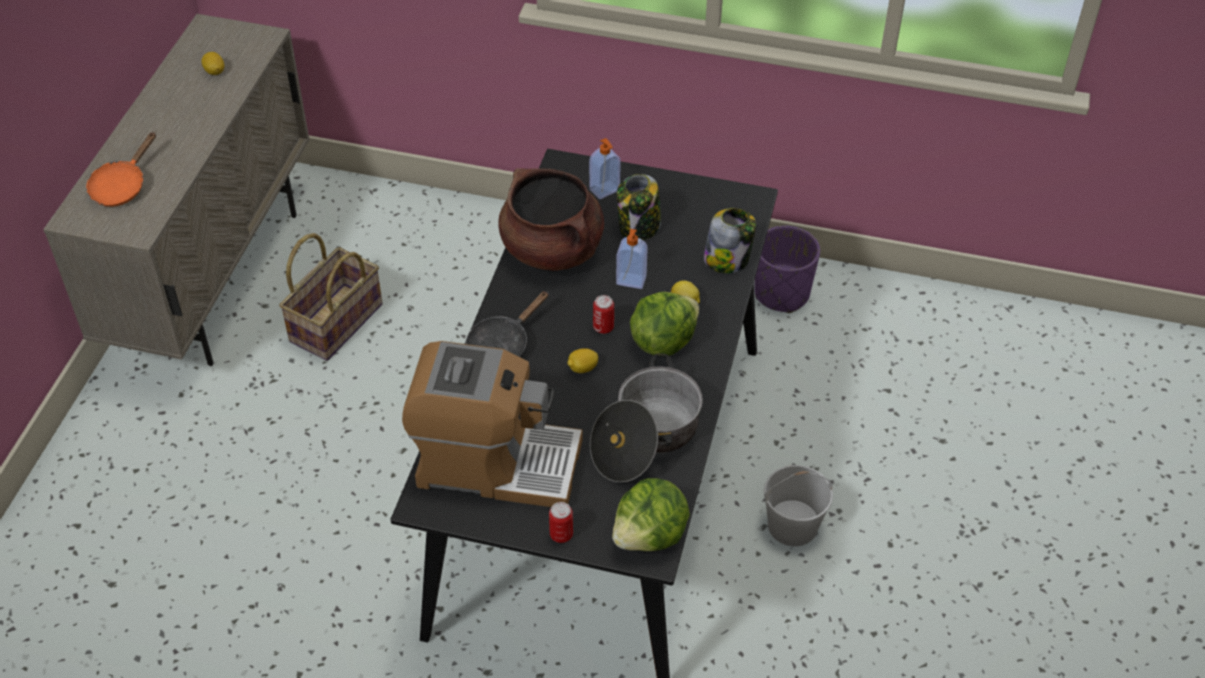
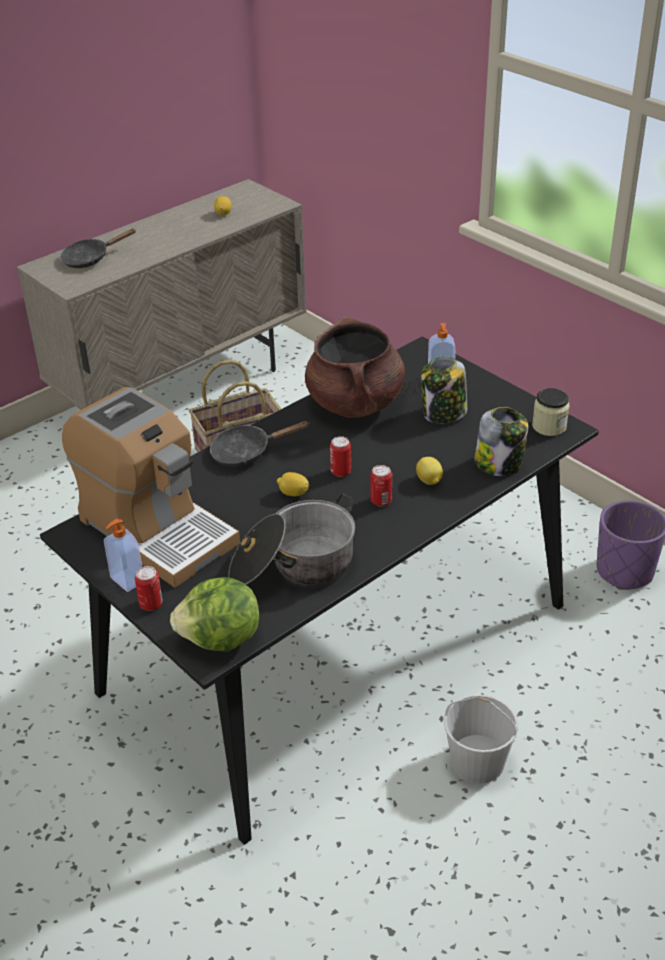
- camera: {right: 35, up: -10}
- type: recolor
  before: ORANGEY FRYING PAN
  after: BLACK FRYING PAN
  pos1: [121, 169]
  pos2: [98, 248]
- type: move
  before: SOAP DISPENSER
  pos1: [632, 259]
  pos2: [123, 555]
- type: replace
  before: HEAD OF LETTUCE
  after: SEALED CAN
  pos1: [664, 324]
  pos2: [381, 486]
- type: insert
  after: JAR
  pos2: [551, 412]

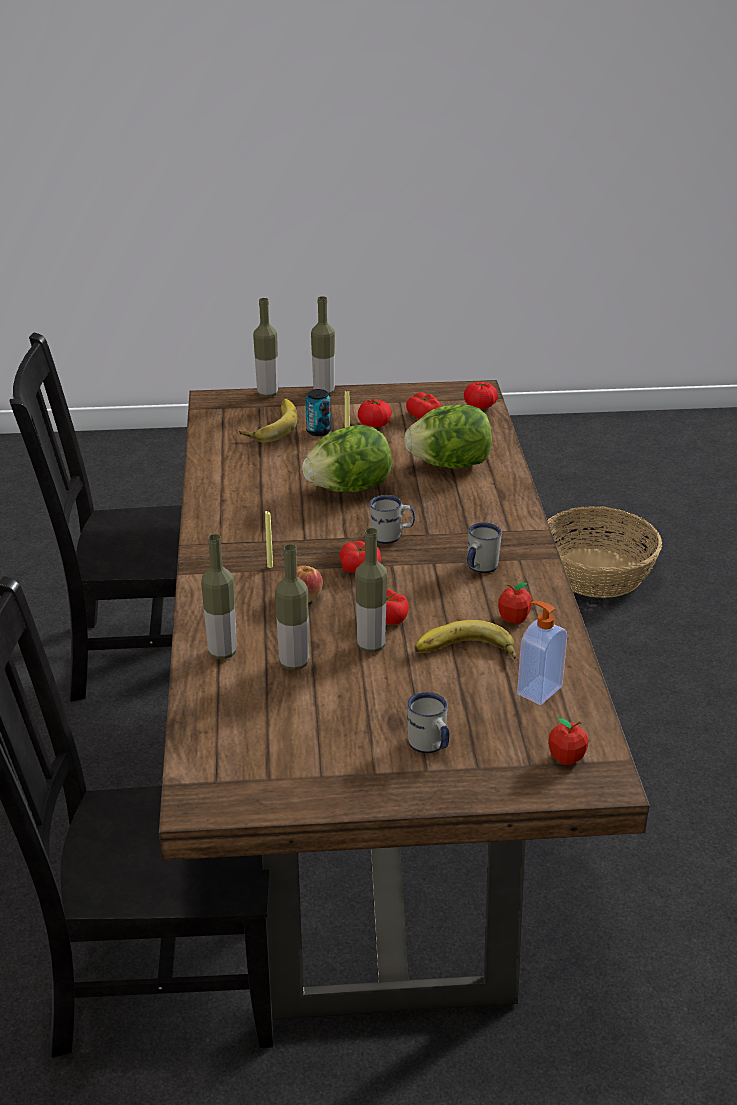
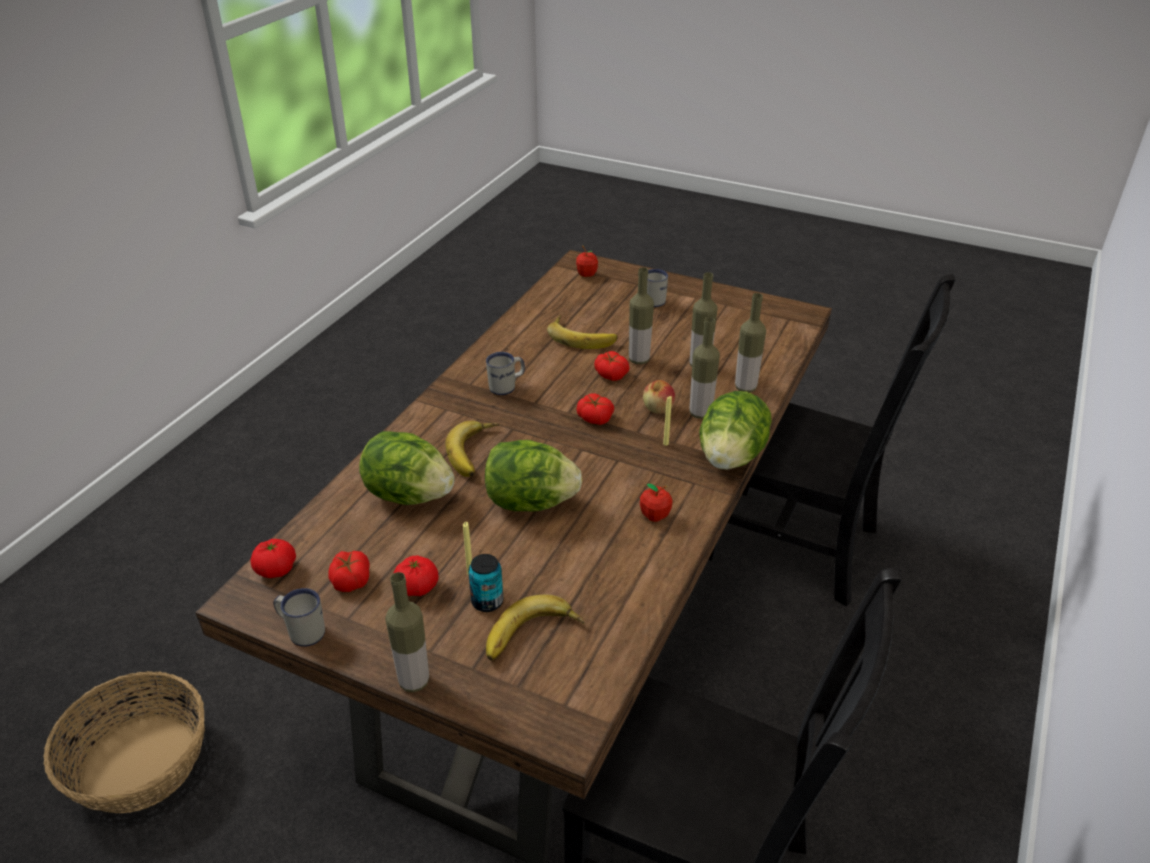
- camera: {right: -150, up: 5}
- type: move
  before: DRINK BOTTLE
  pos1: [265, 347]
  pos2: [704, 368]
- type: move
  before: WHITE MUG
  pos1: [392, 519]
  pos2: [299, 617]
- type: move
  before: APPLE
  pos1: [515, 603]
  pos2: [656, 502]
- type: delete
  before: SOAP DISPENSER
  pos1: [542, 653]
- type: insert
  after: HEAD OF LETTUCE
  pos2: [735, 430]
- type: insert
  after: WHOLE BANANA
  pos2: [472, 449]

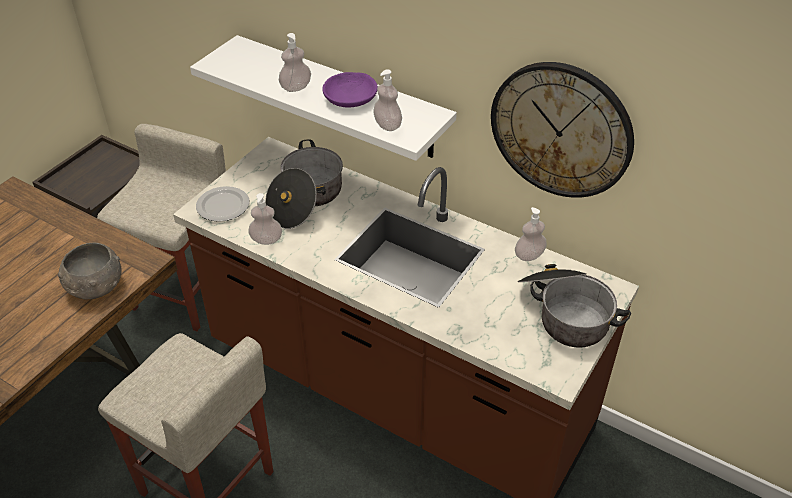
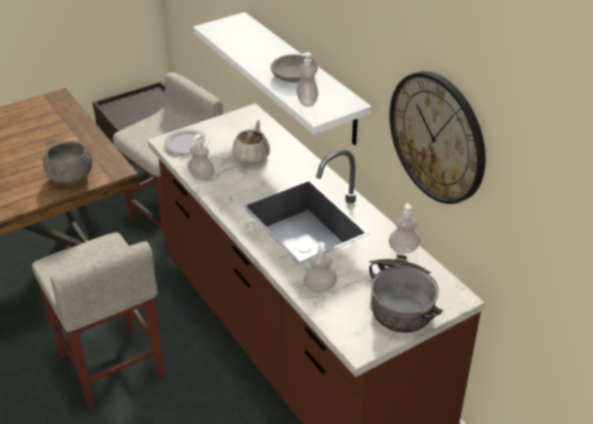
- camera: {right: 25, up: -5}
- type: move
  before: SOAP DISPENSER
  pos1: [295, 62]
  pos2: [320, 267]
- type: recolor
  before: PURPLE-COLOURED SERVING BOWL
  after: GREY SERVING BOWL
  pos1: [350, 89]
  pos2: [294, 68]
- type: replace
  before: COOKING POT
  after: BEIGE TEA POT
  pos1: [304, 184]
  pos2: [251, 142]

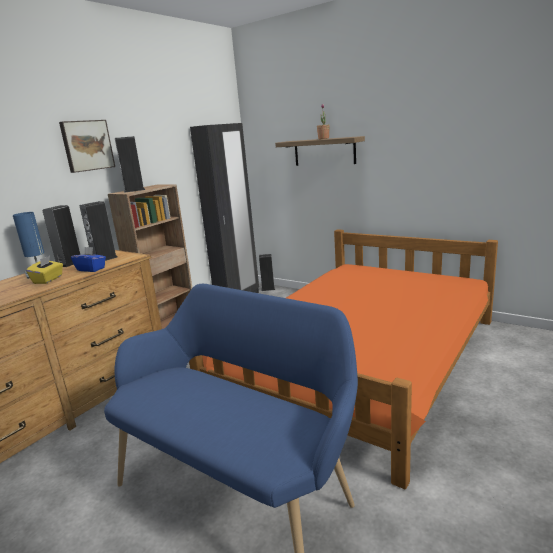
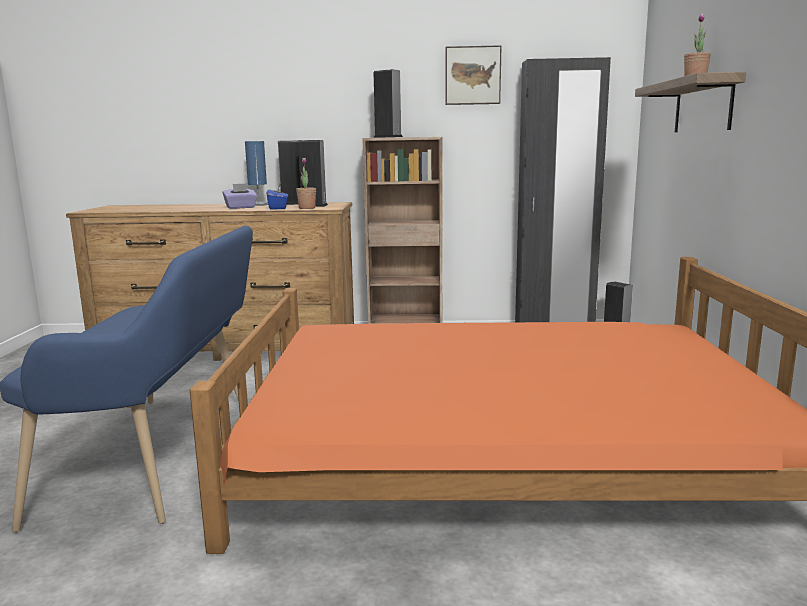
- camera: {right: 55, up: -5}
- type: move
  before: PICTURE
  pos1: [87, 146]
  pos2: [474, 75]
- type: recolor
  before: YELLOWISH TISSUE HOLDER
  after: PURPLE-COLOURED TISSUE HOLDER
  pos1: [44, 270]
  pos2: [240, 196]
- type: insert
  after: PLANT IN A POT
  pos2: [306, 183]

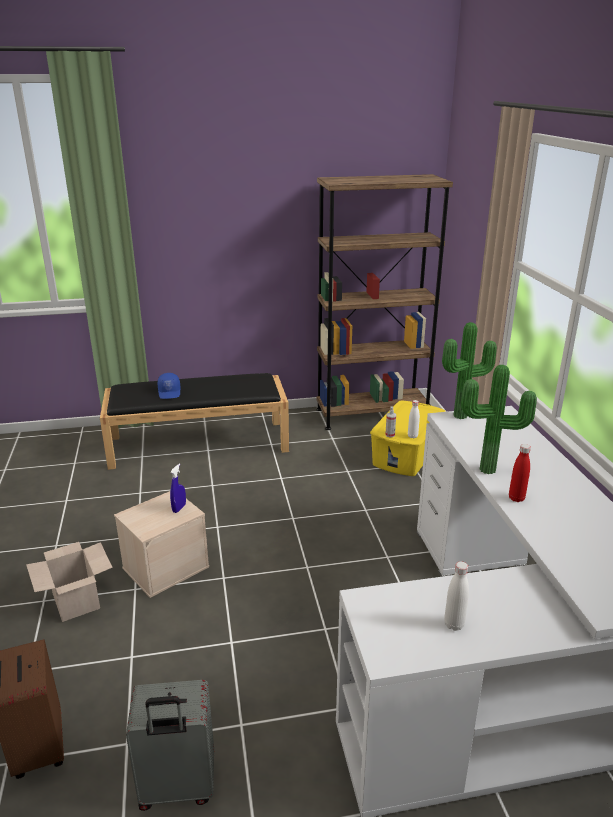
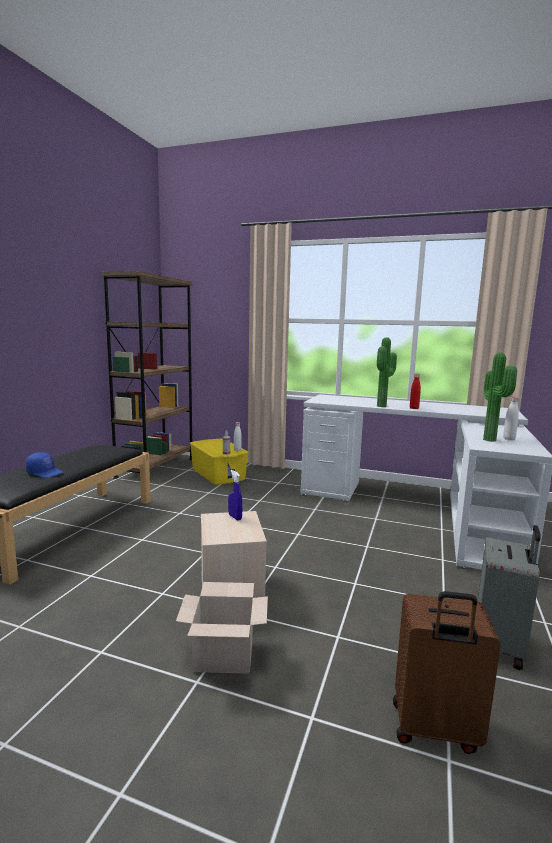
- camera: {right: -60, up: -15}
- type: move
  before: PLANT IN A POT
  pos1: [469, 370]
  pos2: [500, 397]

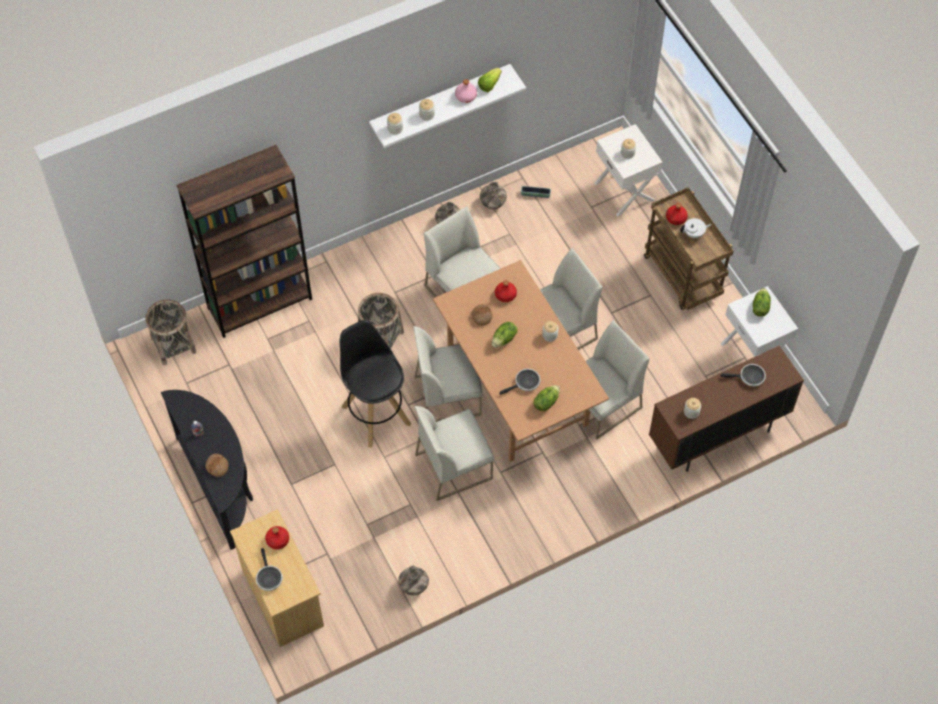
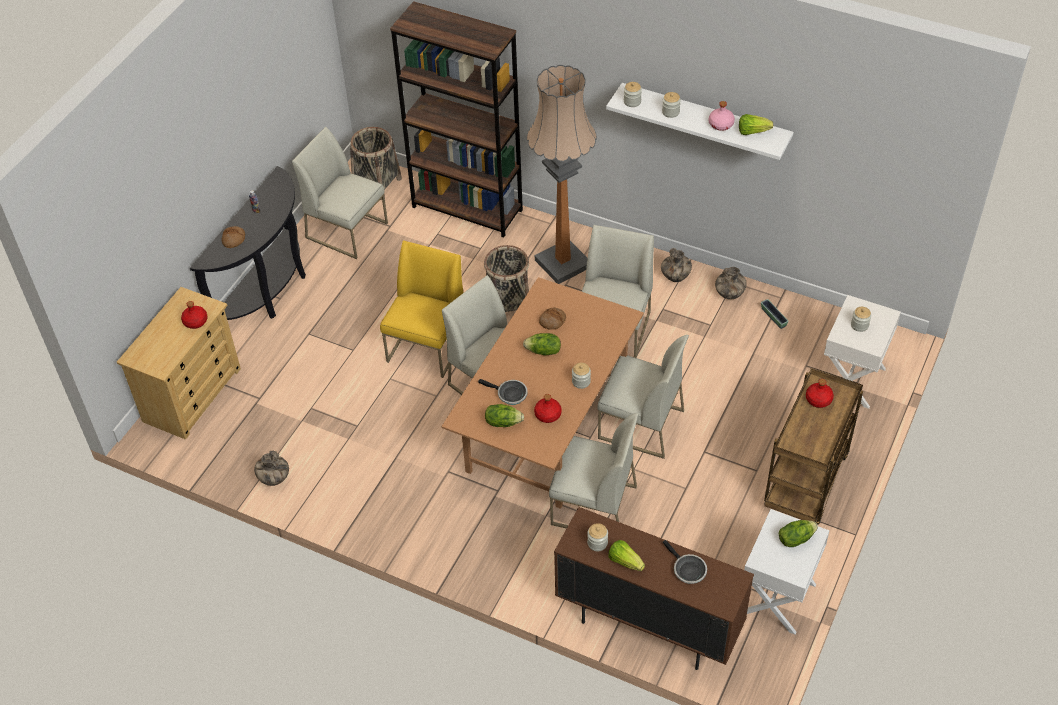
- camera: {right: 55, up: -10}
- type: delete
  before: WHITE TEA POT
  pos1: [696, 228]
- type: move
  before: REDDISH DRINK BOTTLE
  pos1: [506, 291]
  pos2: [548, 408]
- type: replace
  before: BLACK STOOL
  after: YELLOWISH UPRIGHT CHAIR
  pos1: [375, 384]
  pos2: [421, 309]
- type: move
  before: WHITE UPRIGHT CHAIR
  pos1: [454, 453]
  pos2: [340, 193]
- type: delete
  before: FRYING PAN
  pos1: [269, 569]
- type: insert
  after: STANDING LAMP
  pos2: [562, 174]
- type: insert
  after: HEAD OF LETTUCE
  pos2: [626, 555]

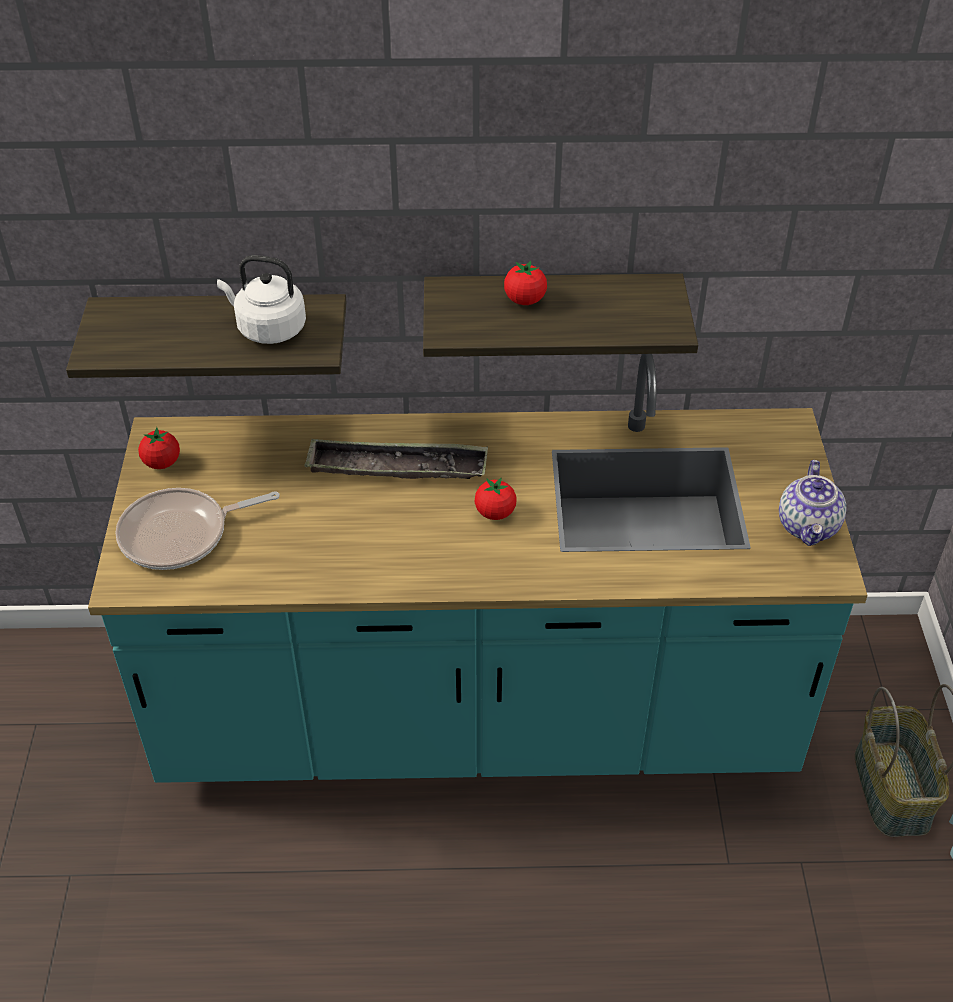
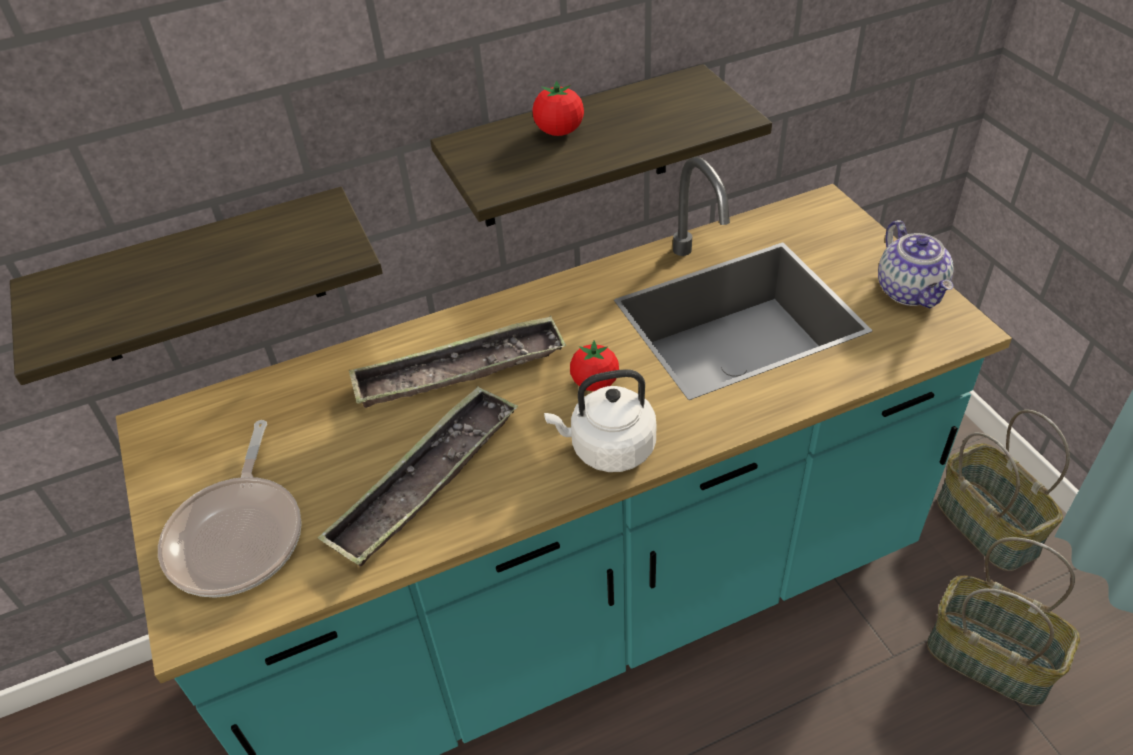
- camera: {right: -20, up: 0}
- type: move
  before: WHITE TEA KETTLE
  pos1: [261, 299]
  pos2: [600, 420]
- type: delete
  before: WHOLE TOMATO
  pos1: [159, 448]
- type: rotate
  before: FRYING PAN
  pos1: [197, 529]
  pos2: [230, 509]
  turn: -45
- type: insert
  after: CARRYING TRAY
  pos2: [417, 476]
- type: insert
  after: HOUSEHOLD BASKET
  pos2: [1003, 622]

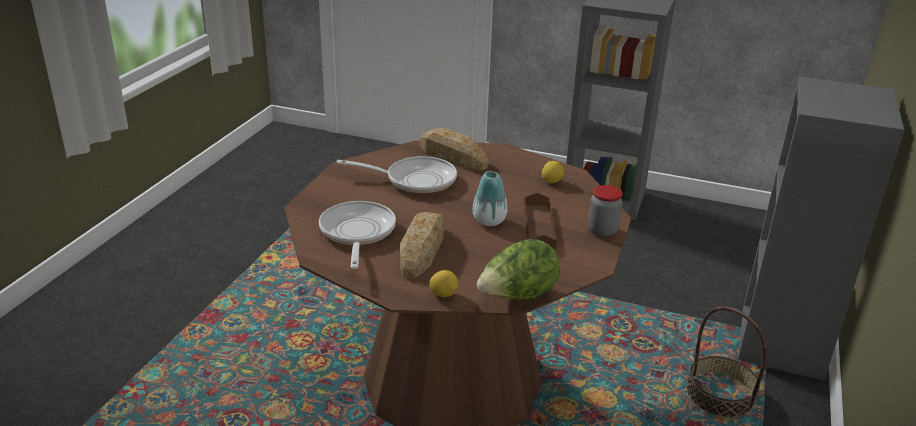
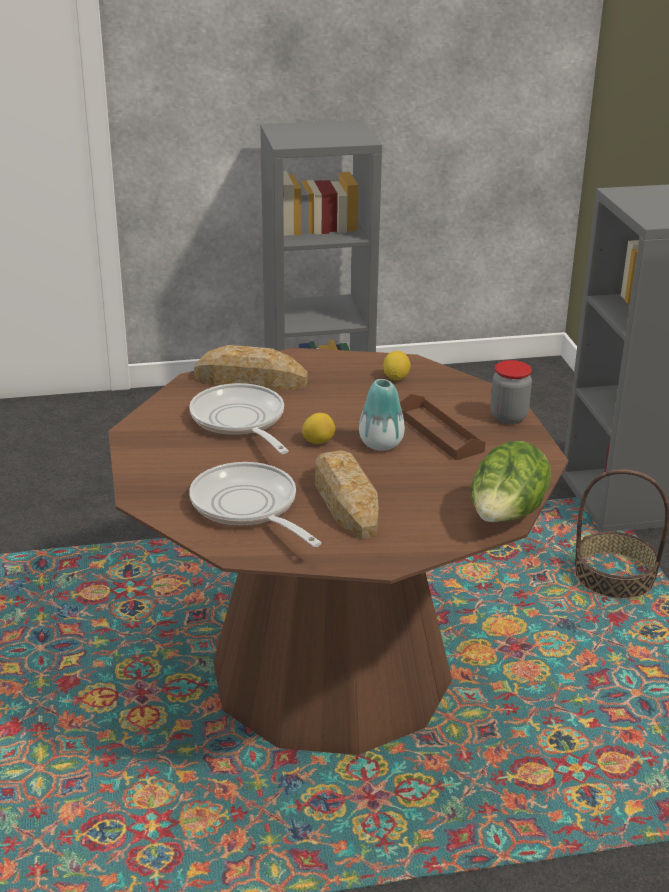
- camera: {right: -30, up: 0}
- type: rotate
  before: FRYING PAN
  pos1: [396, 175]
  pos2: [239, 418]
  turn: -90
- type: move
  before: LEMON
  pos1: [443, 283]
  pos2: [318, 428]

